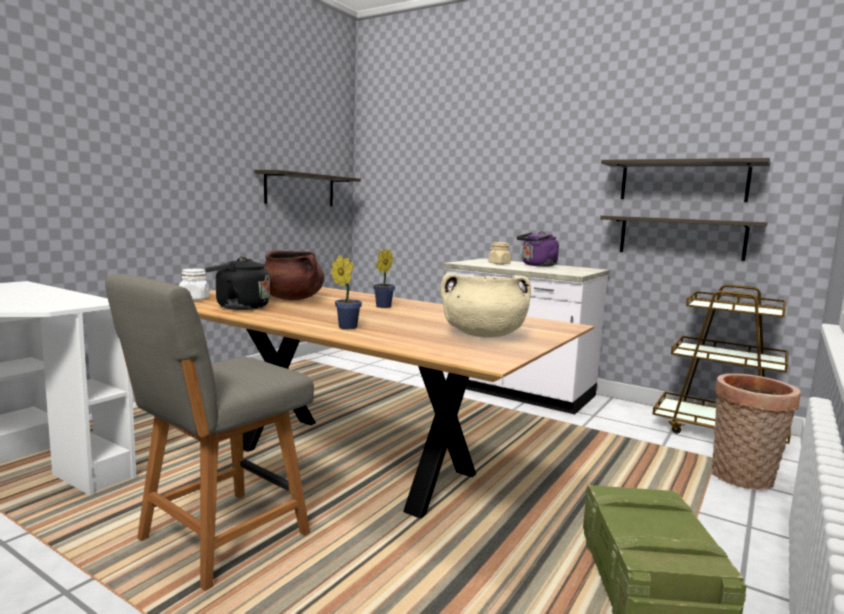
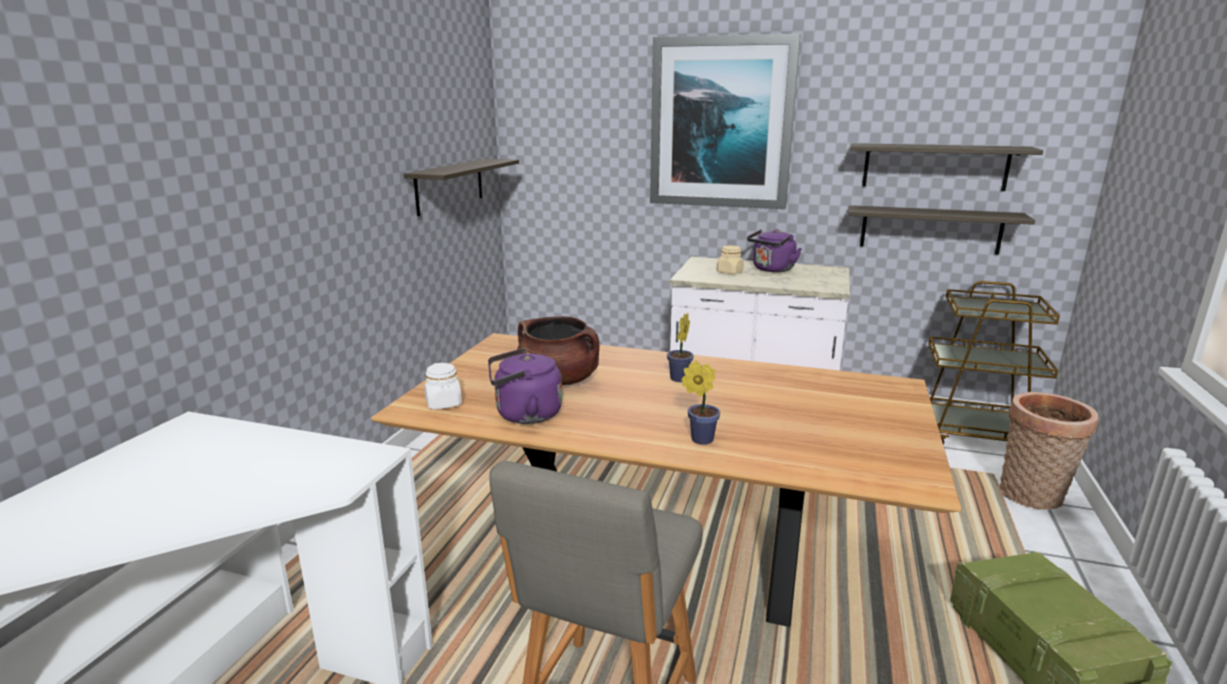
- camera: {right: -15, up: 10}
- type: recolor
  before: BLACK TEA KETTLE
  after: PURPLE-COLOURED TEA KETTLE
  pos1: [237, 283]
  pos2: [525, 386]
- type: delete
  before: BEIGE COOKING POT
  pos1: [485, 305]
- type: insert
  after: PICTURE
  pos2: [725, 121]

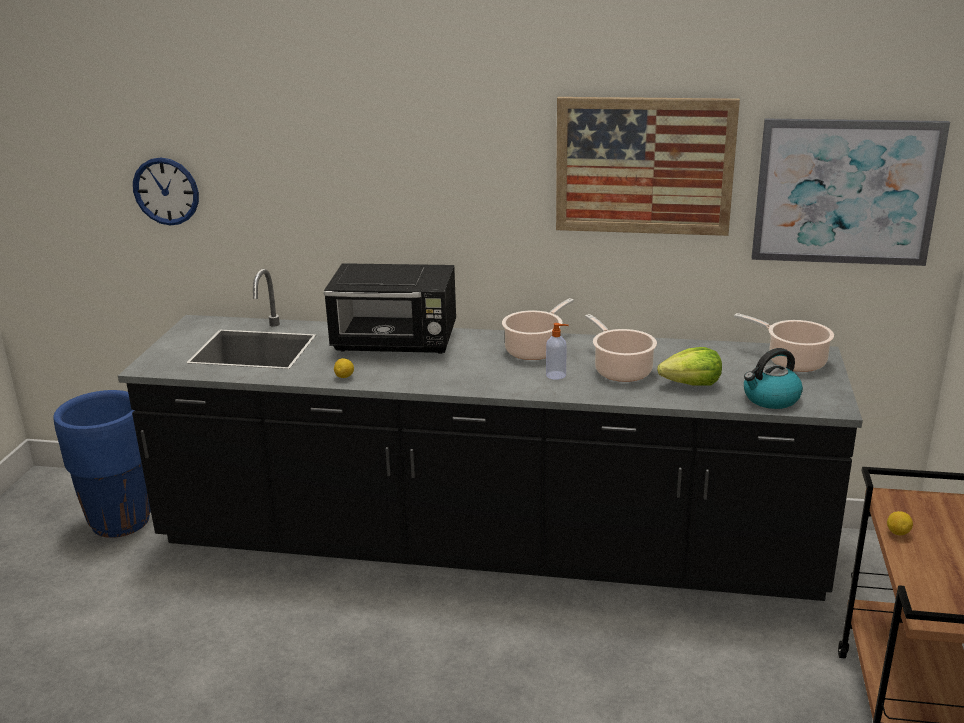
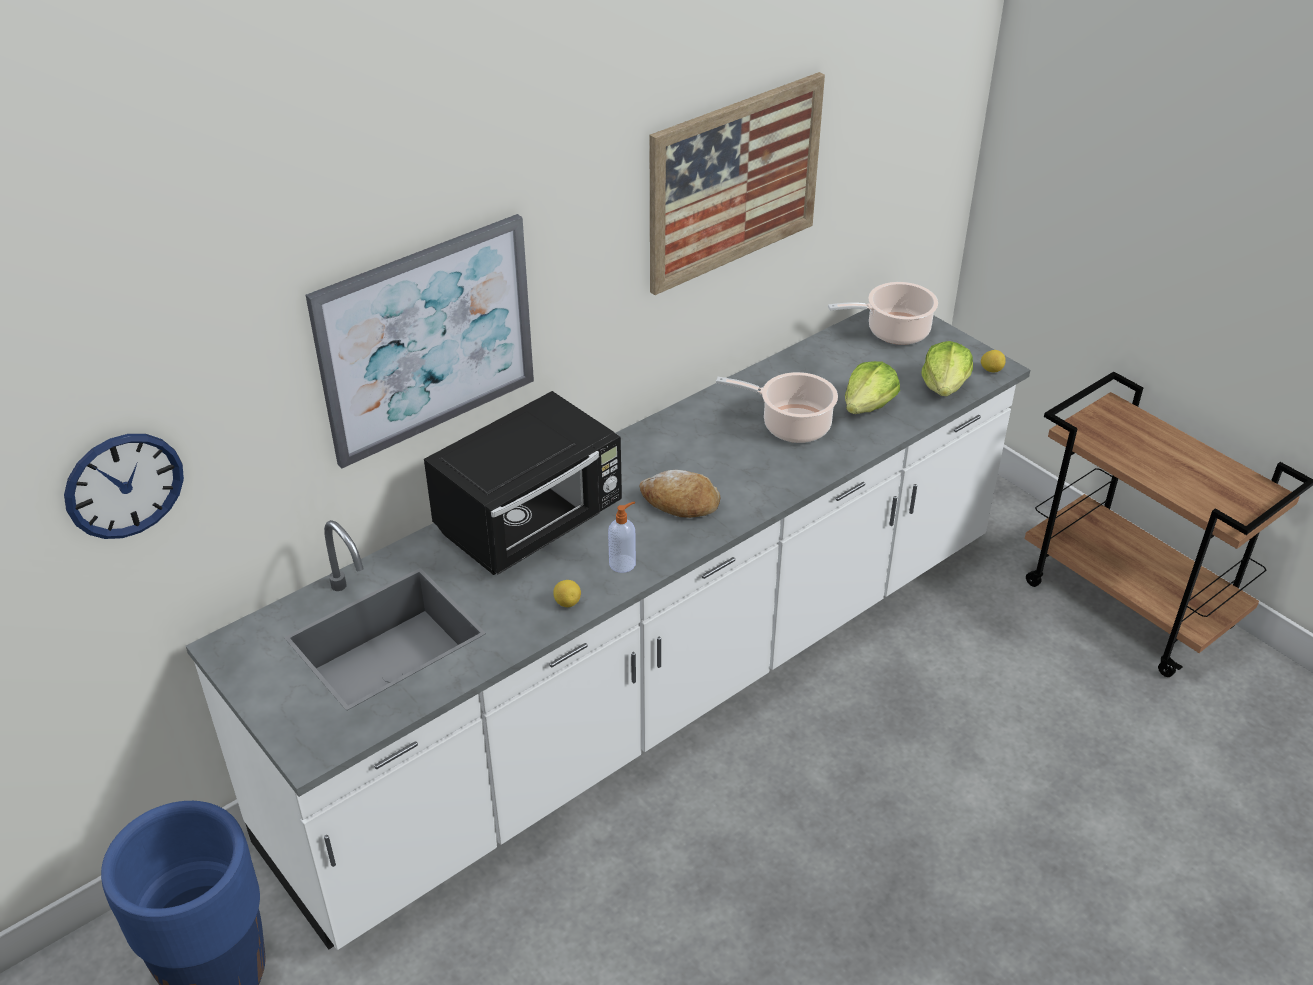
- camera: {right: -50, up: 15}
- type: move
  before: PICTURE
  pos1: [850, 192]
  pos2: [420, 341]
- type: recolor
  before: BLACK KITCHEN COUNTER
  after: WHITE KITCHEN COUNTER
  pos1: [490, 435]
  pos2: [608, 629]
- type: delete
  before: COOKING POT
  pos1: [538, 329]
- type: move
  before: SOAP DISPENSER
  pos1: [557, 351]
  pos2: [622, 537]
- type: replace
  before: TEA KETTLE
  after: HEAD OF LETTUCE
  pos1: [773, 378]
  pos2: [947, 369]
- type: move
  before: LEMON
  pos1: [900, 523]
  pos2: [993, 361]
- type: insert
  after: BAKED BREAD
  pos2: [680, 494]

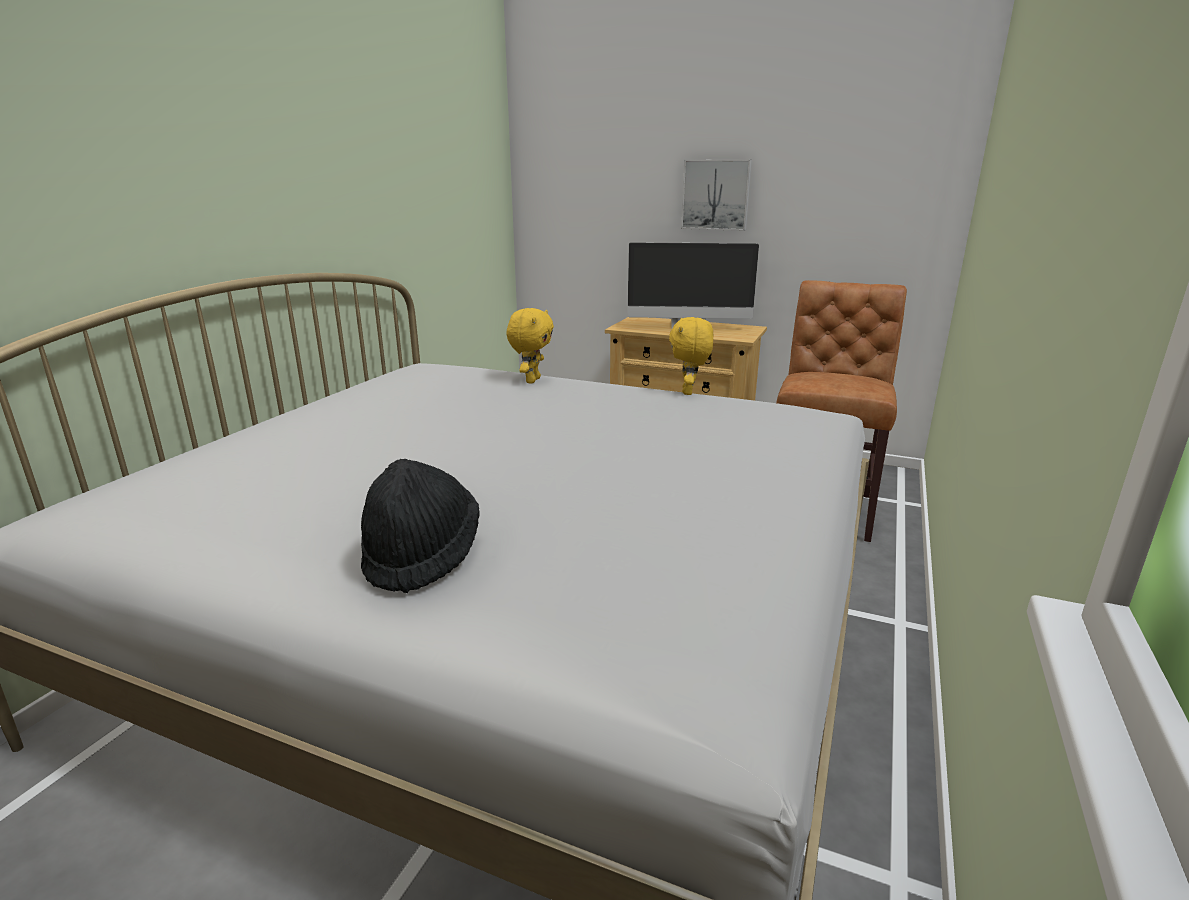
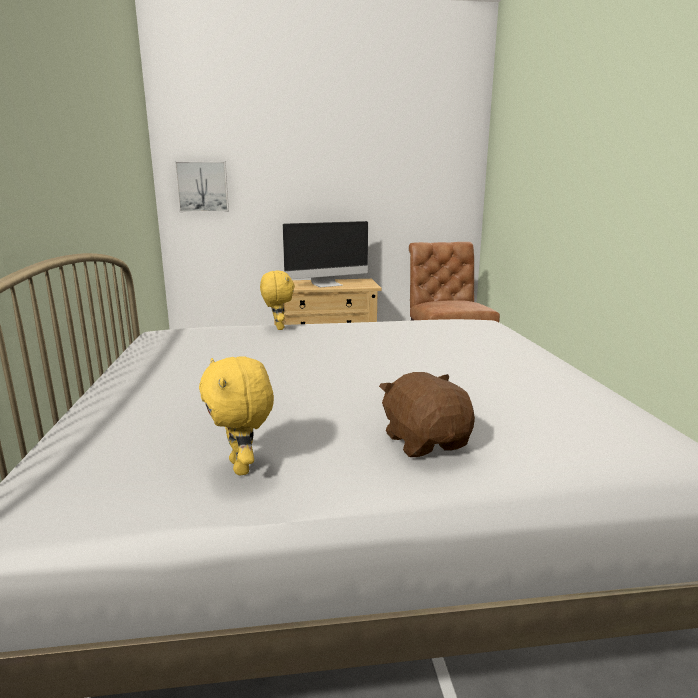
- camera: {right: -30, up: -5}
- type: move
  before: PICTURE
  pos1: [716, 195]
  pos2: [202, 186]
- type: move
  before: YELLOWISH PLUSH TOY
  pos1: [691, 356]
  pos2: [236, 416]
- type: replace
  before: BLACK WEARABLE HAT
  after: BROWNISH PLUSH TOY
  pos1: [420, 526]
  pos2: [427, 414]

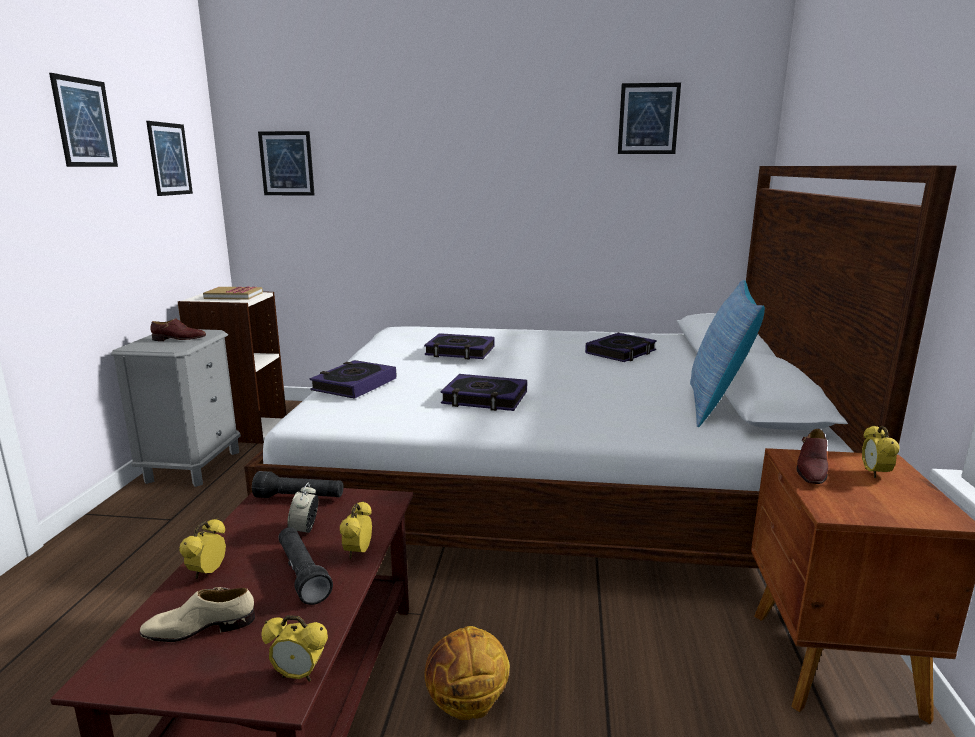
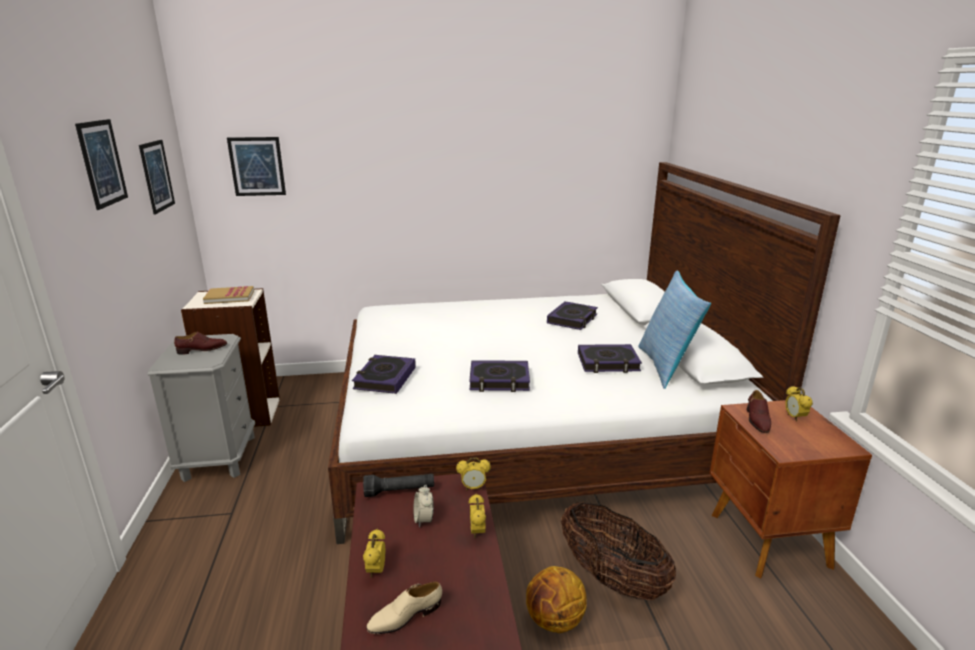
- camera: {right: -15, up: 5}
- type: delete
  before: PICTURE
  pos1: [649, 118]
- type: move
  before: BOUND BOOK
  pos1: [459, 346]
  pos2: [610, 358]
- type: delete
  before: BLACK TORCH
  pos1: [306, 566]
- type: move
  before: ALARM CLOCK
  pos1: [295, 648]
  pos2: [473, 473]
- type: insert
  after: HOUSEHOLD BASKET
  pos2: [618, 551]

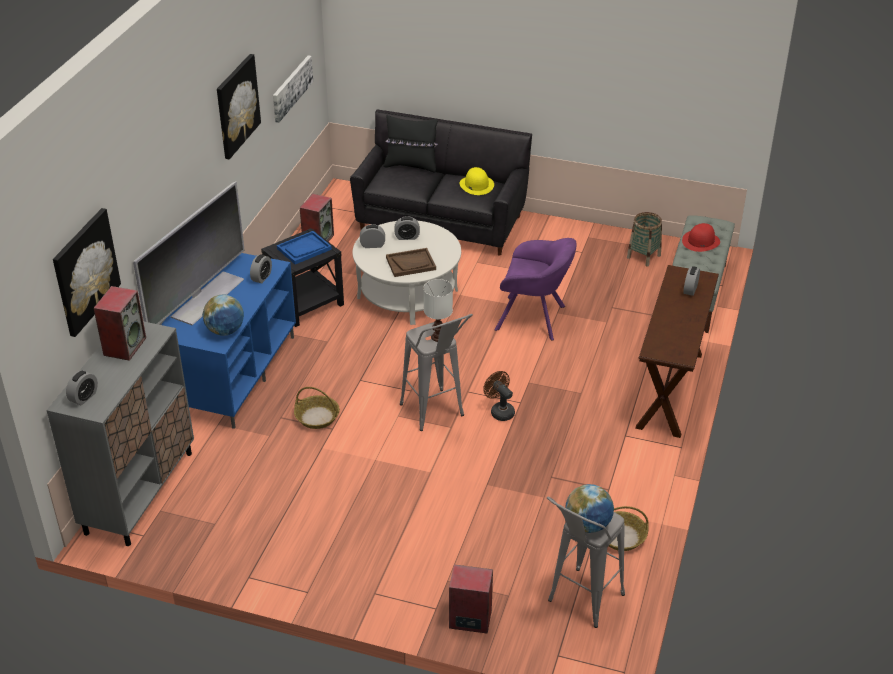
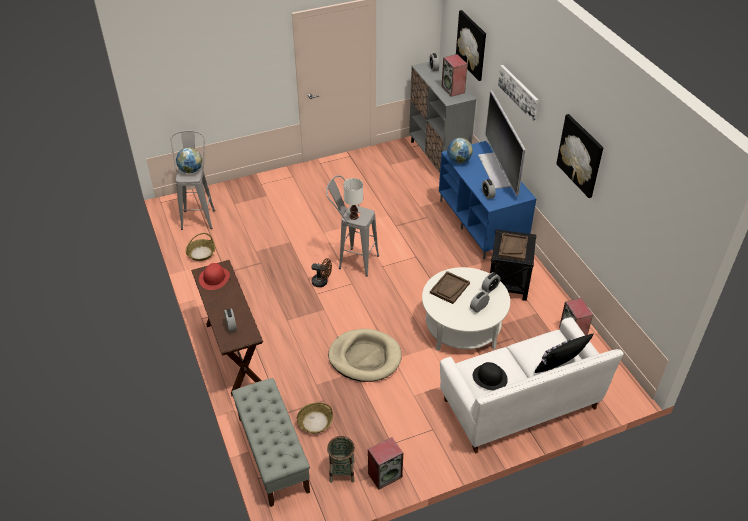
- camera: {right: 140, up: 5}
- type: move
  before: PICTURE
  pos1: [293, 89]
  pos2: [518, 93]
- type: recolor
  before: BLACK COUCH
  after: WHITE COUCH
  pos1: [441, 182]
  pos2: [532, 385]
- type: recolor
  before: YELLOWISH WEARABLE HAT
  after: BLACK WEARABLE HAT
  pos1: [477, 181]
  pos2: [490, 376]
- type: move
  before: REDDISH WEARABLE HAT
  pos1: [701, 237]
  pos2: [214, 276]
- type: recolor
  before: BLUISH CARRYING TRAY
  after: BROWNISH CARRYING TRAY
  pos1: [304, 247]
  pos2: [513, 247]
- type: replace
  before: PURPLE-COLOURED EASY CHAIR
  after: BEIGE DOG BED
  pos1: [535, 289]
  pos2: [365, 355]
- type: move
  before: HOUSEHOLD BASKET
  pos1: [317, 408]
  pos2: [315, 417]
- type: move
  before: LOUDSPEAKER
  pos1: [471, 599]
  pos2: [385, 463]

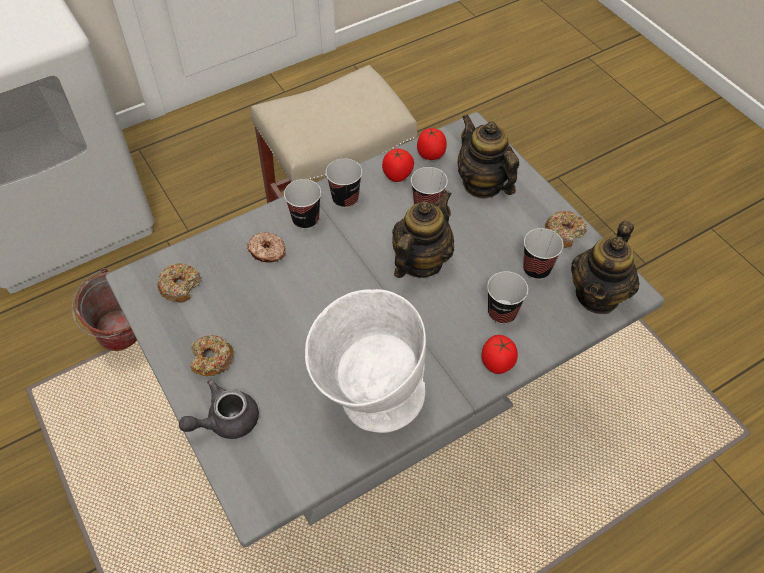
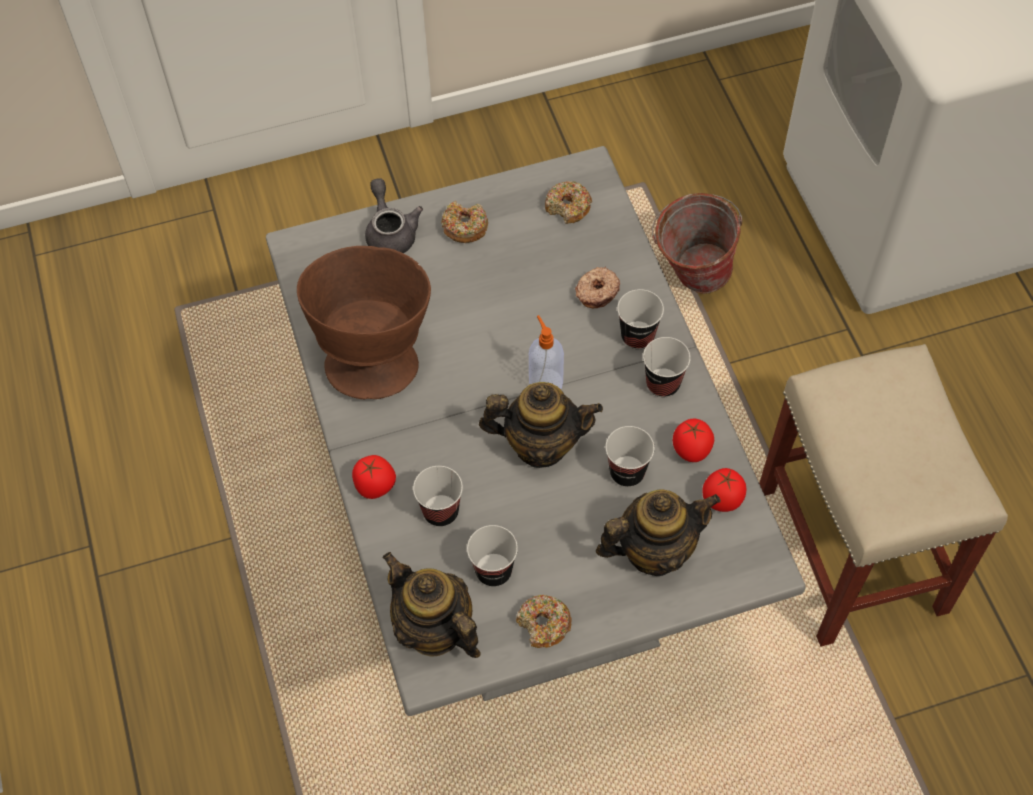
- camera: {right: 105, up: 5}
- type: rotate
  before: TEA POT
  pos1: [423, 234]
  pos2: [541, 425]
  turn: -45
- type: recolor
  before: WHITE SERVING BOWL
  after: BROWNISH SERVING BOWL
  pos1: [365, 361]
  pos2: [364, 322]
- type: insert
  after: SOAP DISPENSER
  pos2: [546, 352]

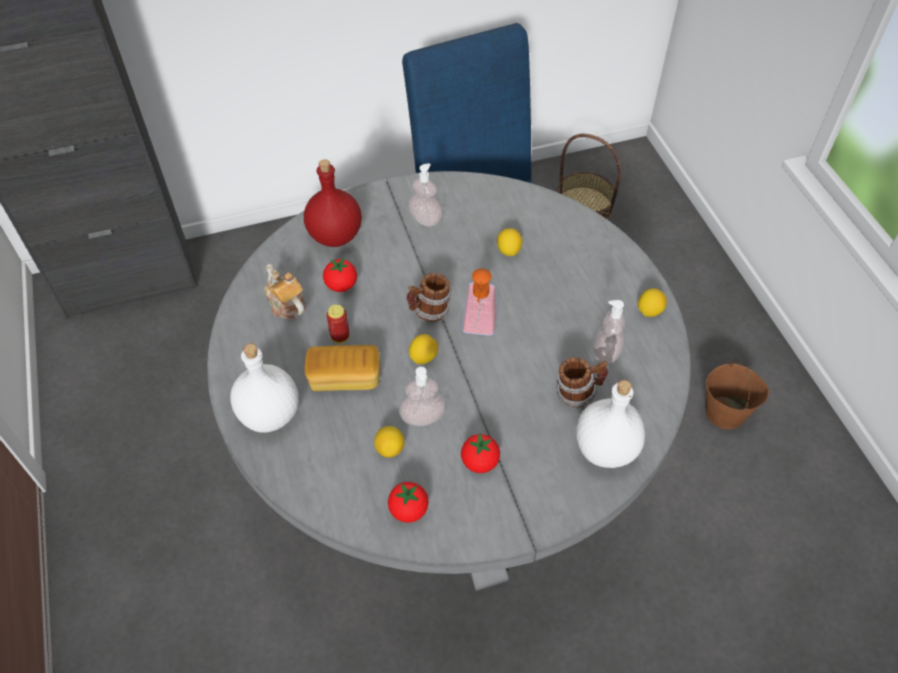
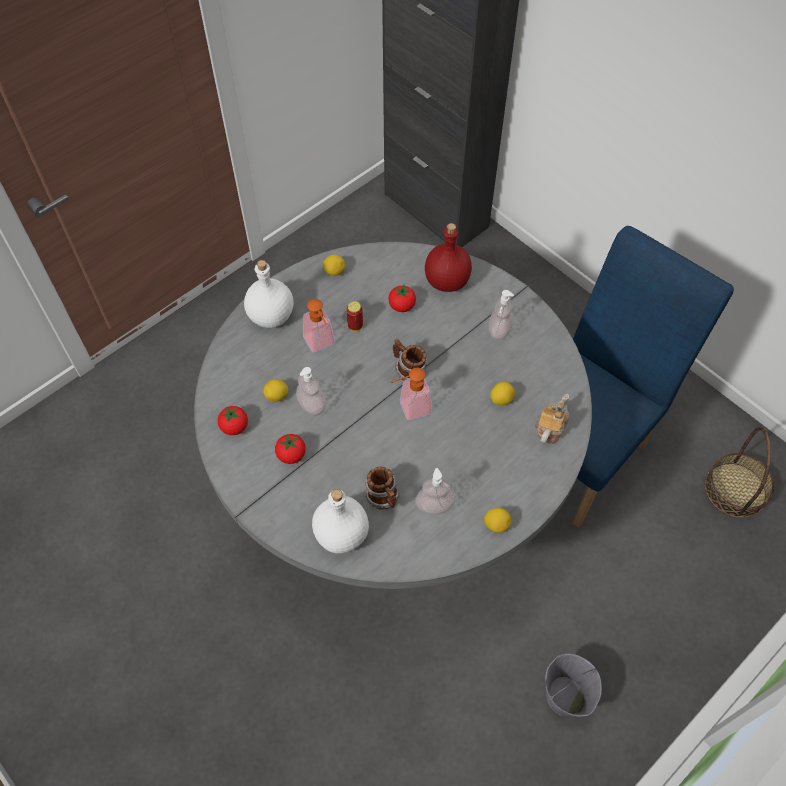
- camera: {right: 65, up: 5}
- type: move
  before: TEA POT
  pos1: [285, 291]
  pos2: [552, 419]
- type: move
  before: LEMON
  pos1: [423, 349]
  pos2: [334, 265]
- type: replace
  before: BAKED BREAD
  after: SOAP DISPENSER
  pos1: [342, 368]
  pos2: [319, 326]
- type: recolor
  before: BROWNISH BUCKET
  after: GREY BUCKET
  pos1: [737, 394]
  pos2: [573, 685]

